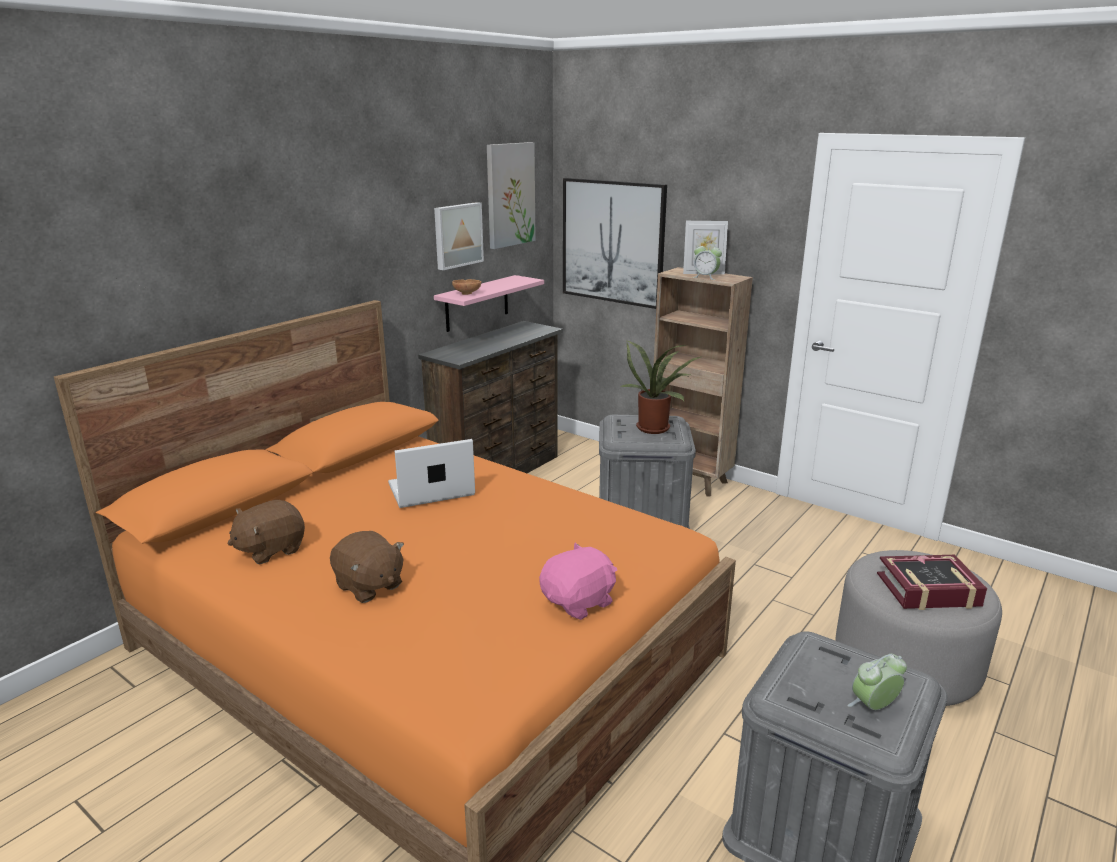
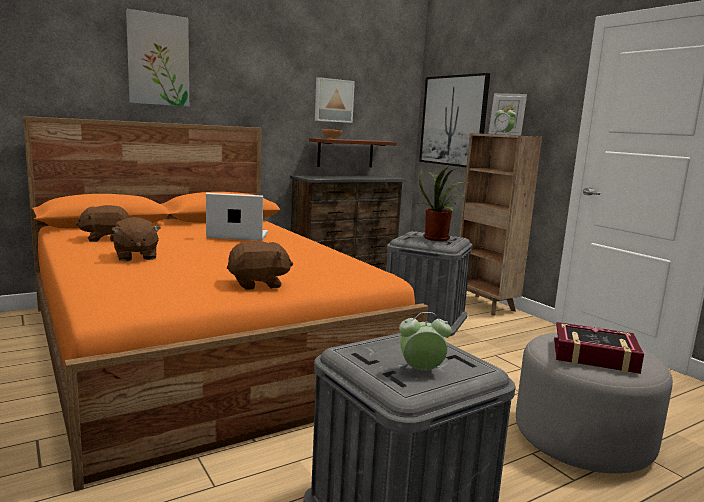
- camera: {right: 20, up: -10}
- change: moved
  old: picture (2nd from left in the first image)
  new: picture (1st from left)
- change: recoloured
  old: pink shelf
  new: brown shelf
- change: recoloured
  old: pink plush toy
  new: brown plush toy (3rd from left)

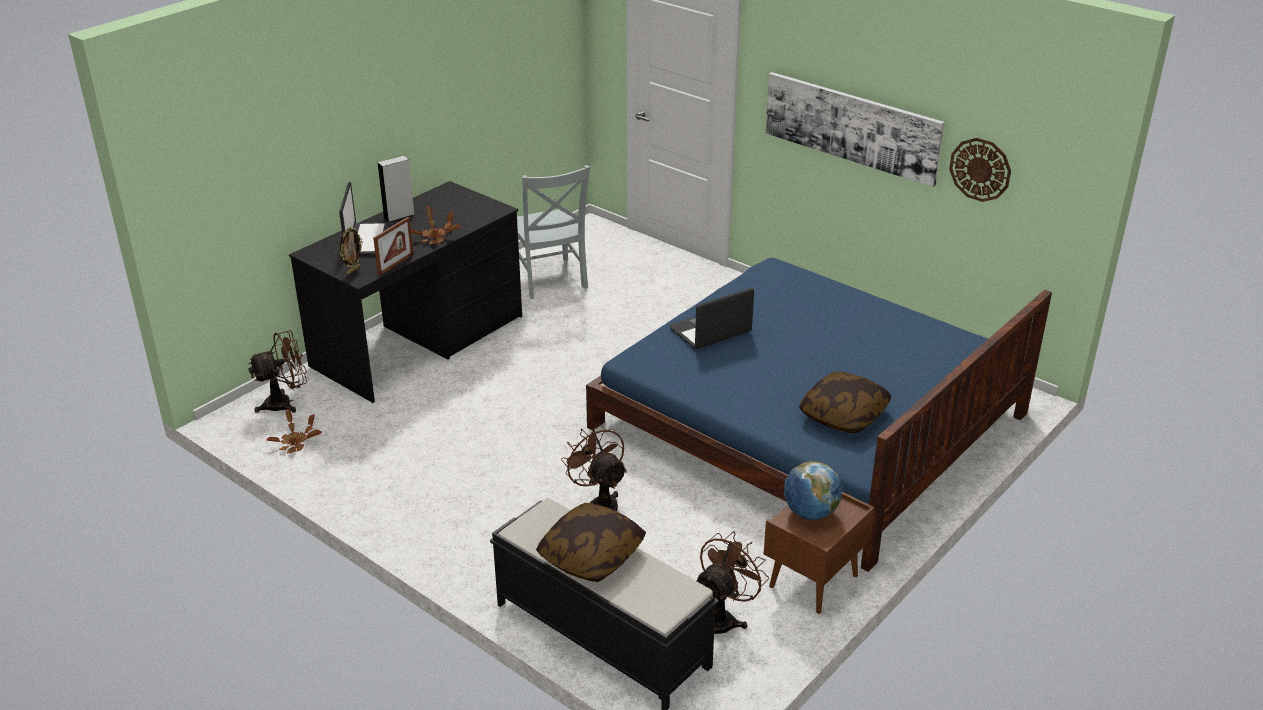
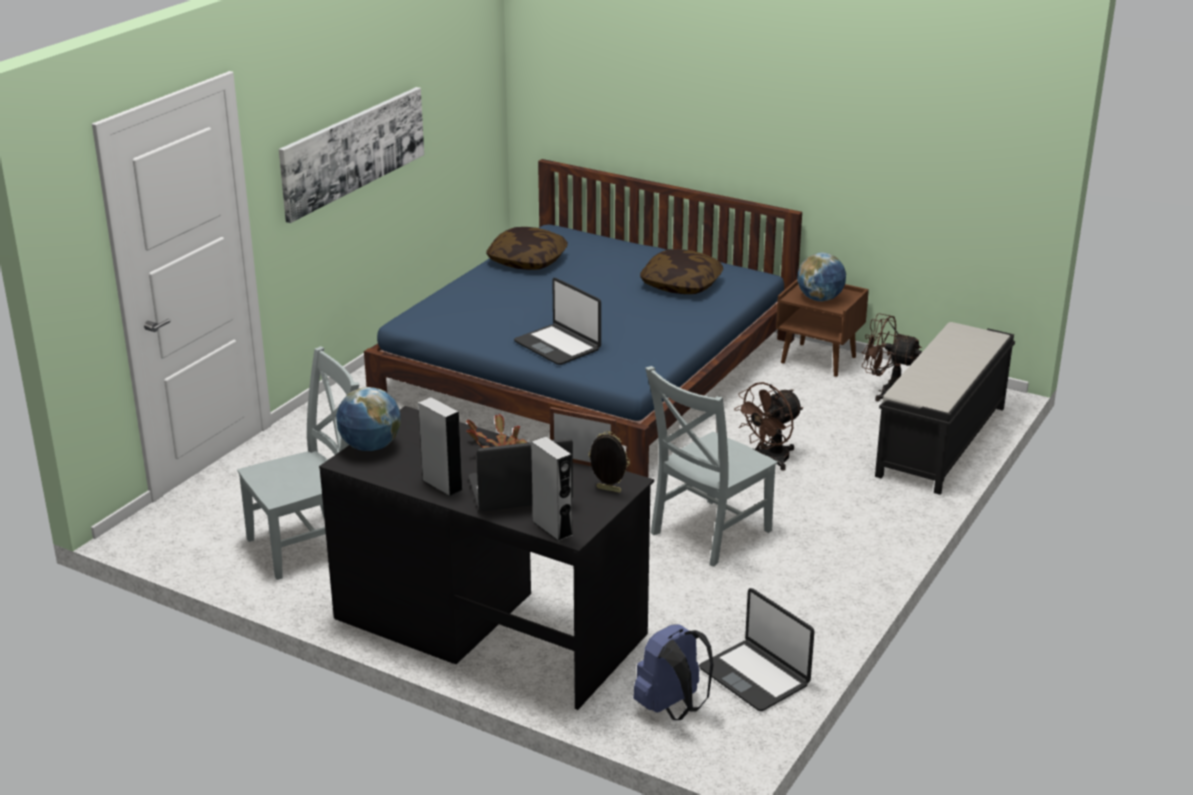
- camera: {right: -100, up: -5}
- change: removed
  old: wall clock
- change: added
  new: globe (1st from left)
- change: added
  new: grey speaker (2nd from left)
- change: added
  new: grey chair (2nd from left)
- change: moved
  old: pillow (1st from left)
- change: replaced
  old: brown fan (1st from left)
  new: blue backpack
- change: replaced
  old: potted plant (1st from left)
  new: laptop (3rd from left)

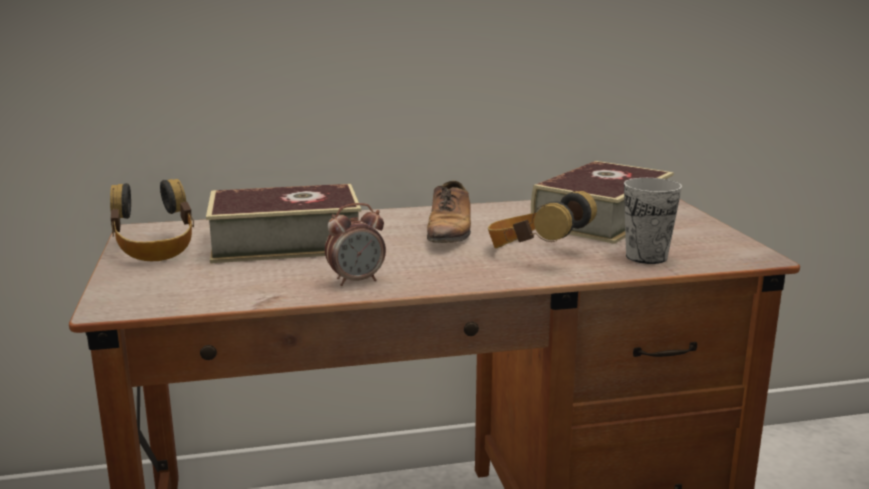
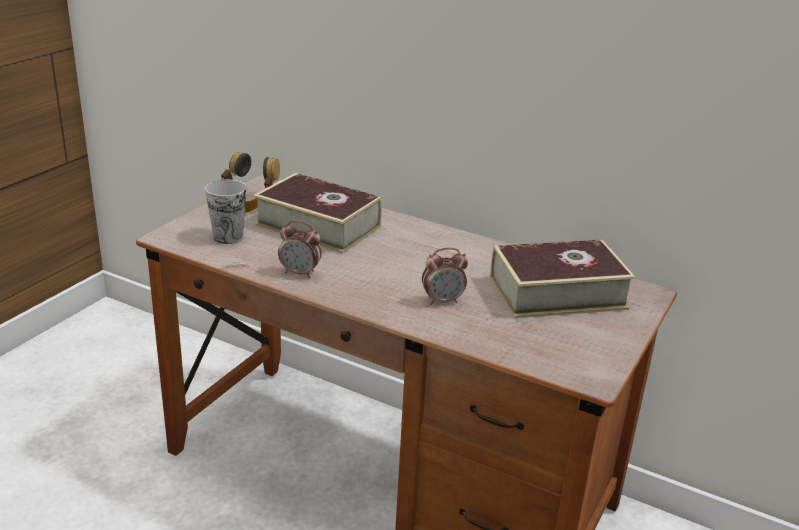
- camera: {right: 40, up: 10}
- change: removed
  old: shoe
- change: moved
  old: cup
- change: replaced
  old: headphones (2nd from left)
  new: alarm clock (2nd from left)

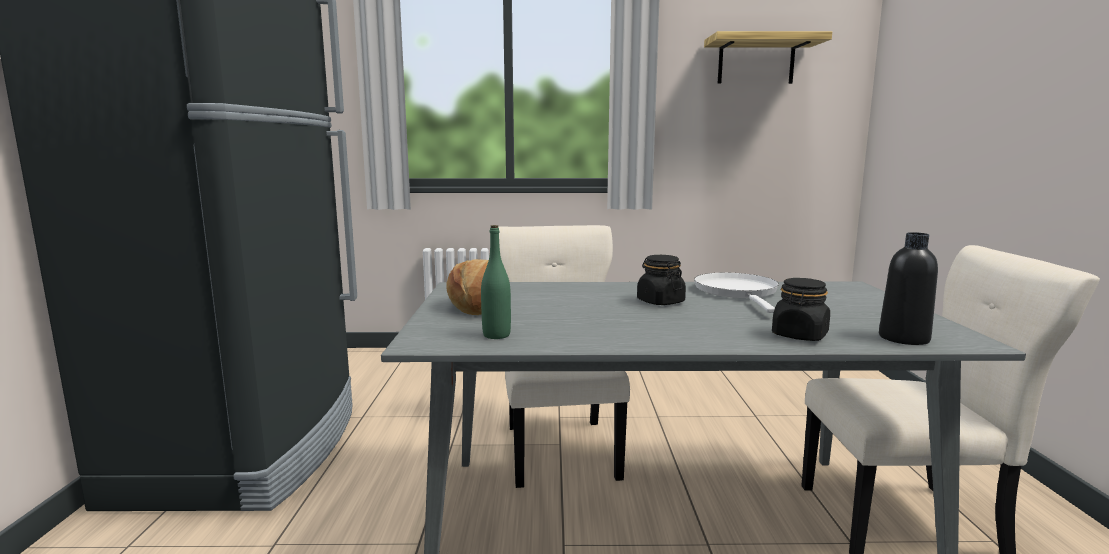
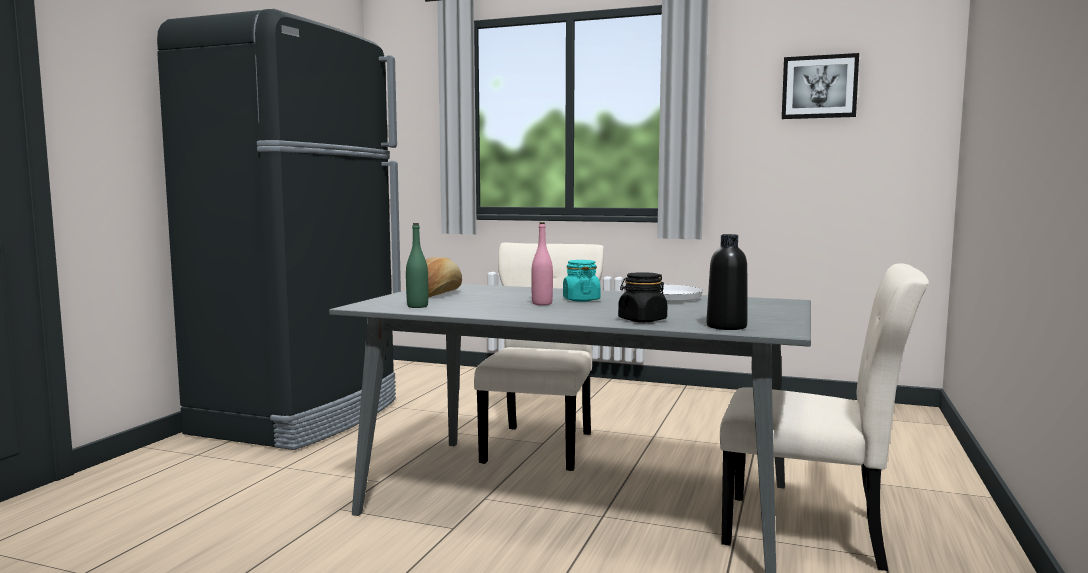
- camera: {right: 20, up: -5}
- change: added
  new: pink bottle
- change: replaced
  old: shelf
  new: picture
- change: recoloured
  old: black jar (1st from left)
  new: turquoise jar

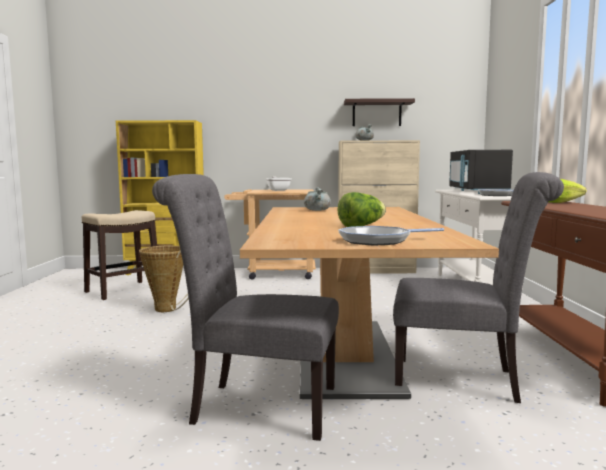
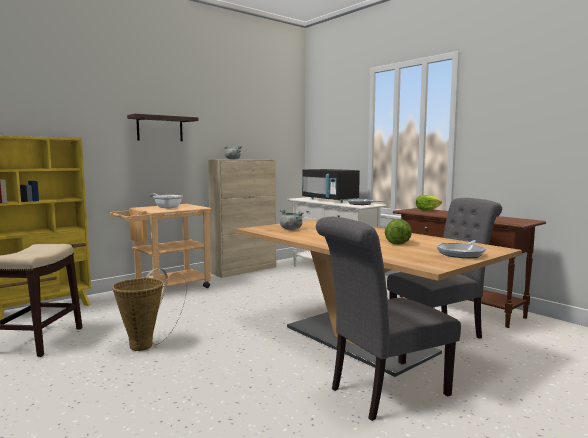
- camera: {right: -40, up: 0}
- change: moved
  old: shelf

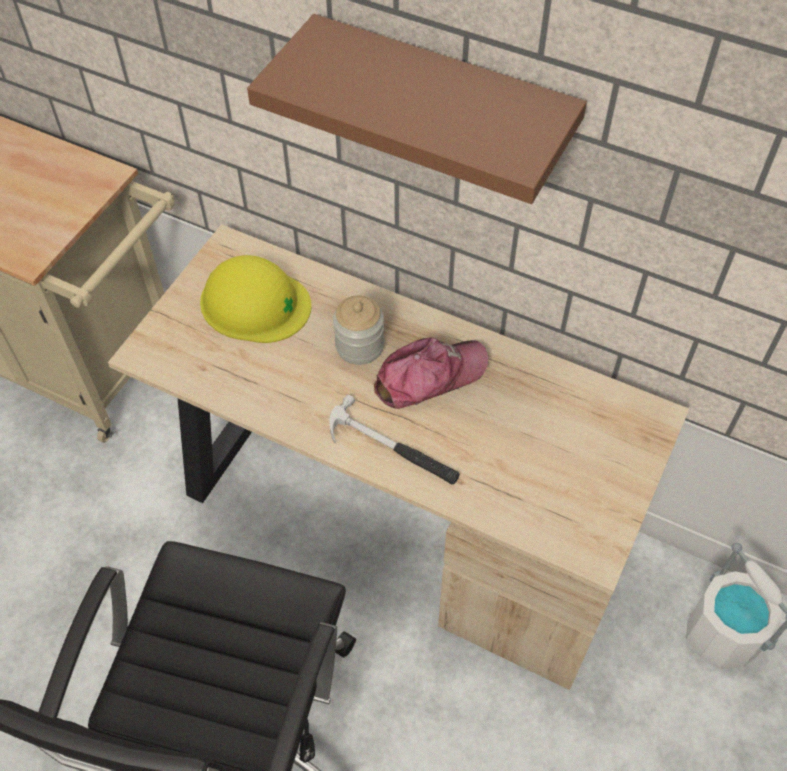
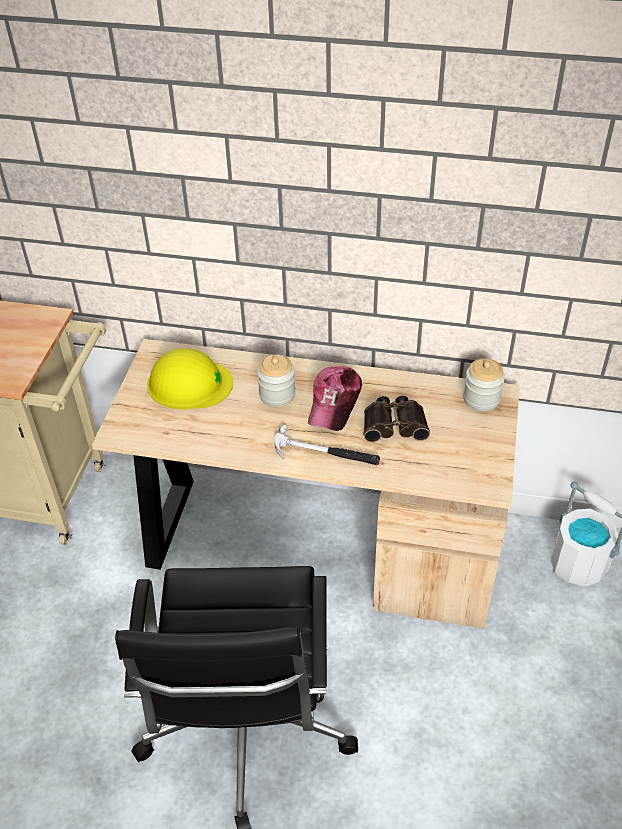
- camera: {right: -15, up: -10}
- change: removed
  old: brown shelf
- change: added
  new: binoculars
- change: added
  new: jar (2nd from left)
- change: turned
  old: cap
  degrees: 150

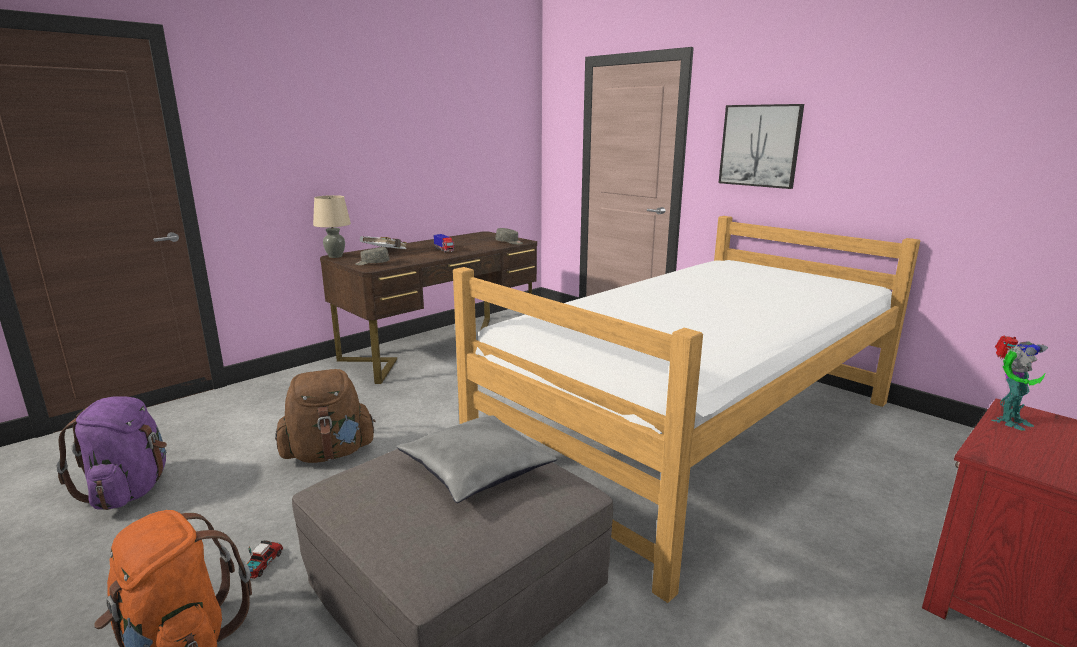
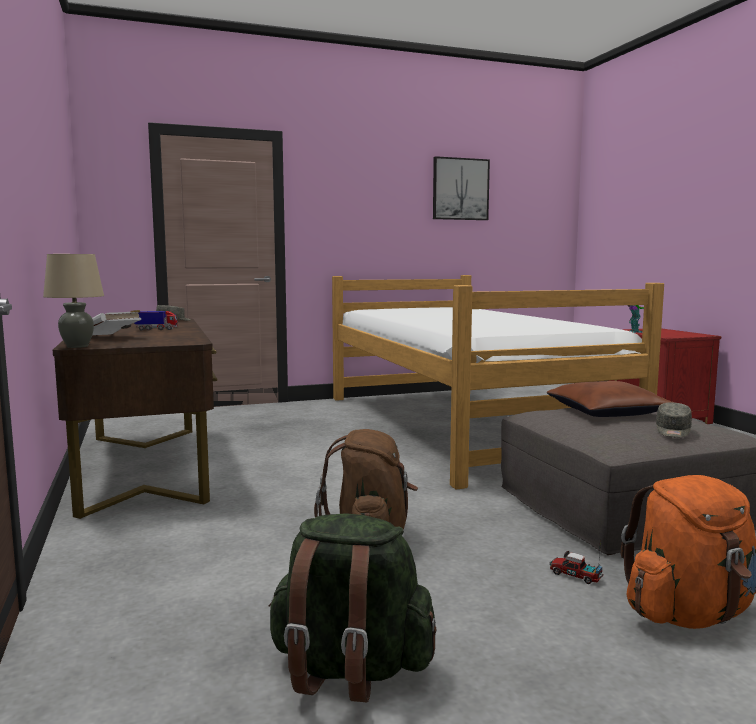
- camera: {right: -65, up: -10}
- change: moved
  old: grey cap (1st from left in the first image)
  new: grey cap (2nd from left)
- change: moved
  old: picture
- change: recoloured
  old: purple backpack
  new: green backpack
- change: recoloured
  old: grey pillow
  new: brown pillow

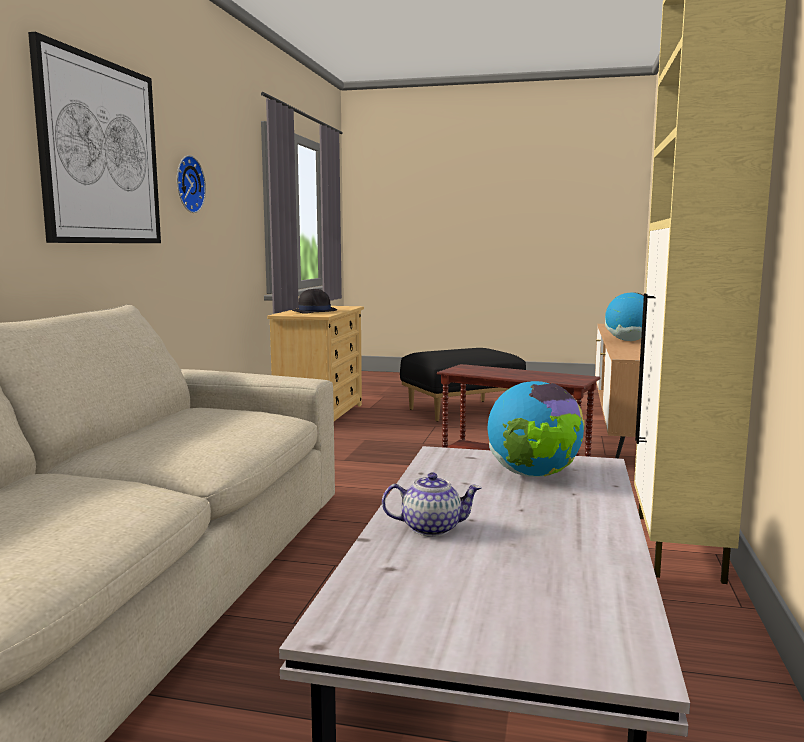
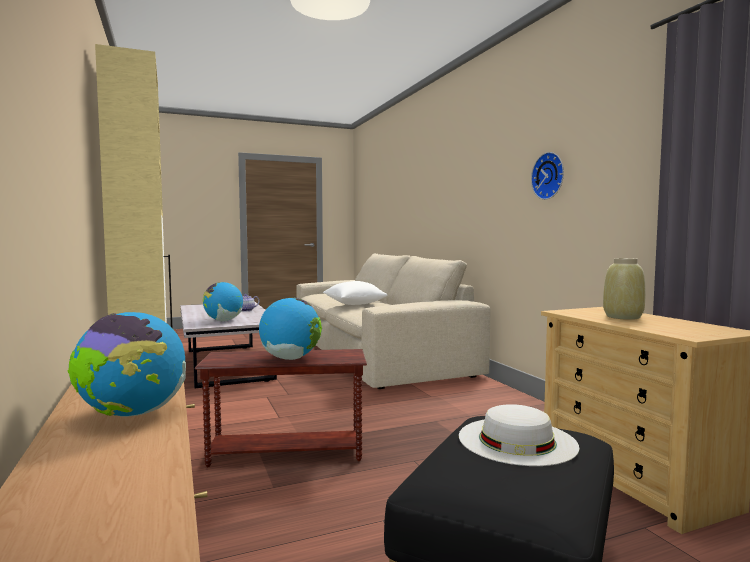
- camera: {right: 145, up: -5}
- change: removed
  old: picture
- change: added
  new: globe (3rd from left)
- change: added
  new: white pillow
- change: added
  new: white hat
- change: replaced
  old: black hat
  new: beige vase

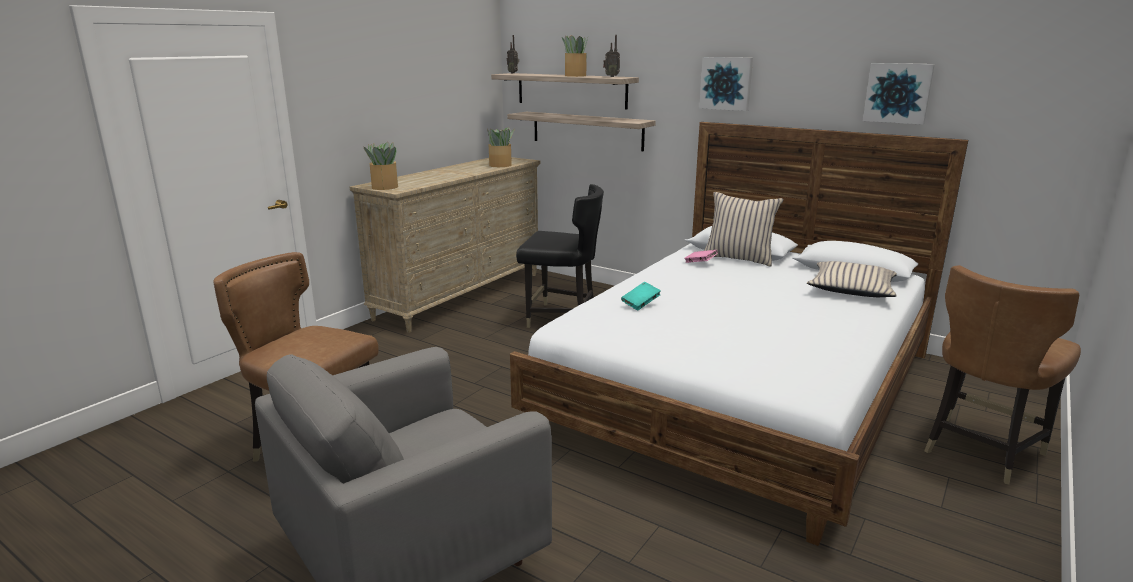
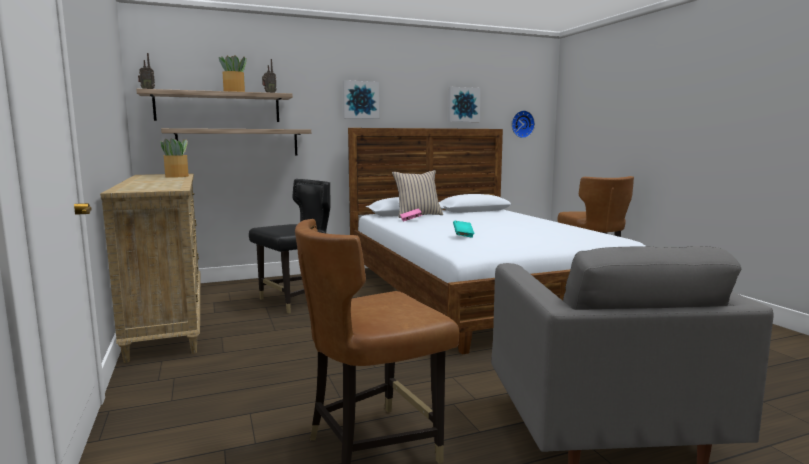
- camera: {right: -55, up: -10}
- change: removed
  old: potted plant (1st from left)
- change: removed
  old: beige pillow (2nd from left)
- change: added
  new: wall clock

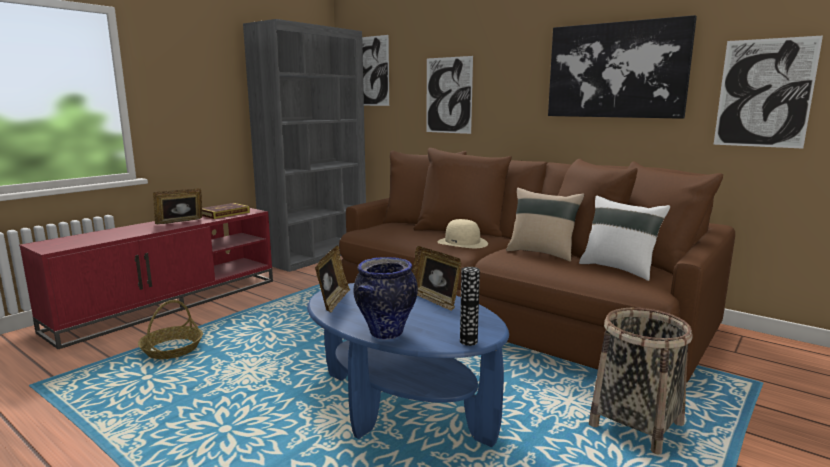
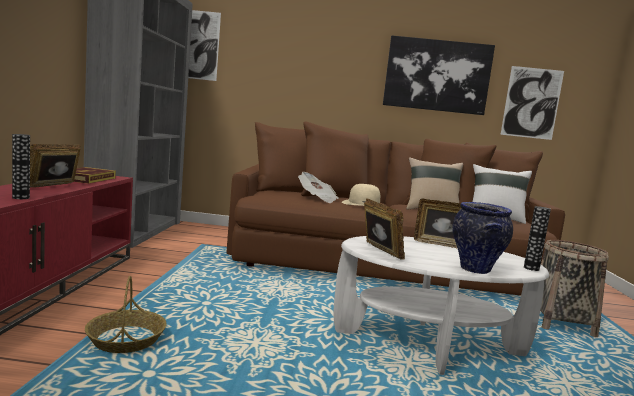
- camera: {right: -35, up: -5}
- change: removed
  old: picture (2nd from left)
- change: added
  new: vase (1st from left)
- change: added
  new: newspaper
- change: recoloured
  old: blue coffee table
  new: white coffee table

